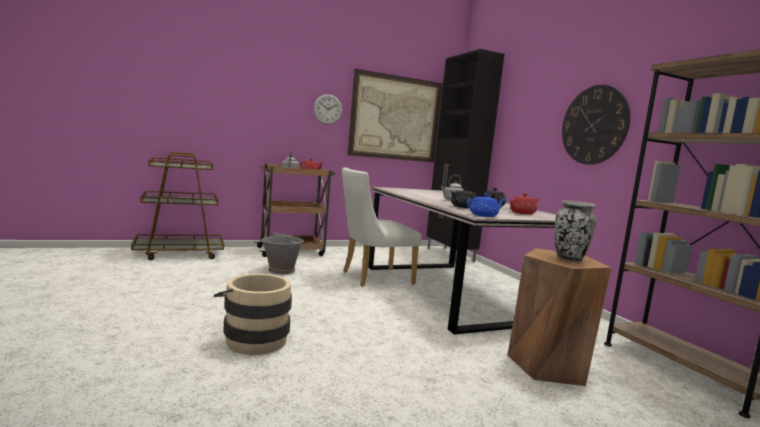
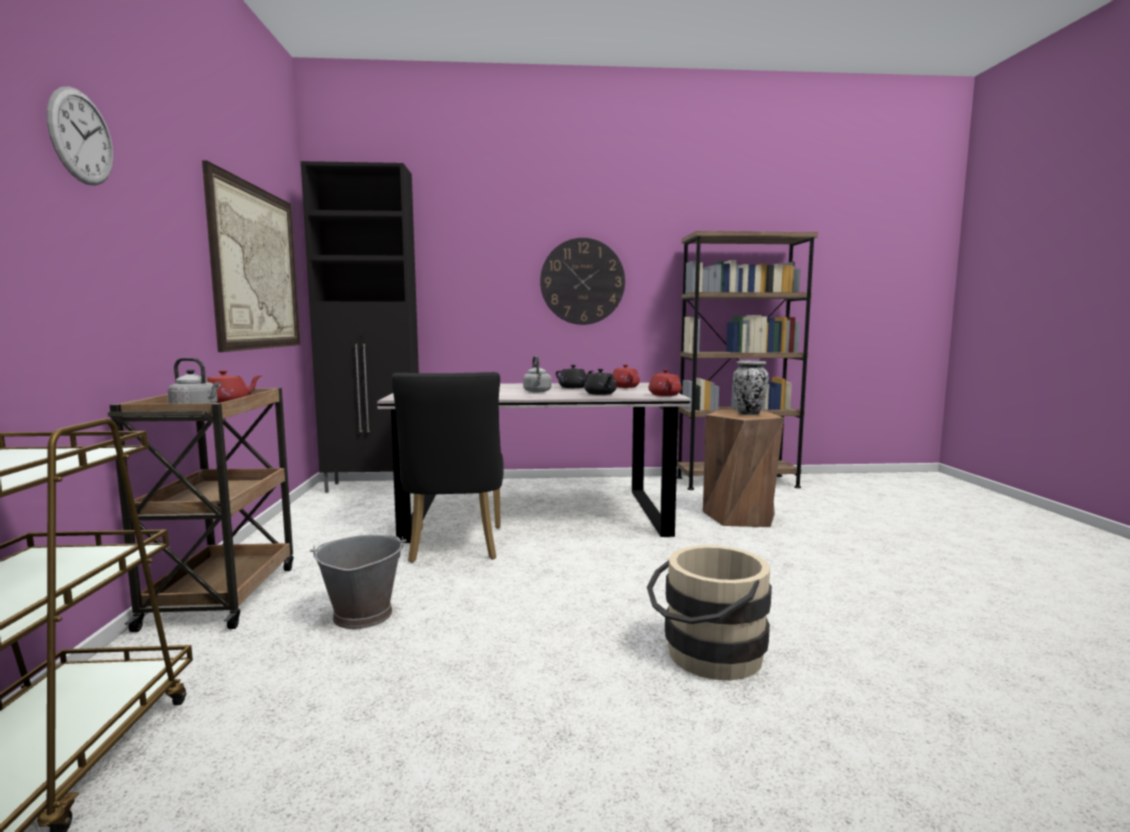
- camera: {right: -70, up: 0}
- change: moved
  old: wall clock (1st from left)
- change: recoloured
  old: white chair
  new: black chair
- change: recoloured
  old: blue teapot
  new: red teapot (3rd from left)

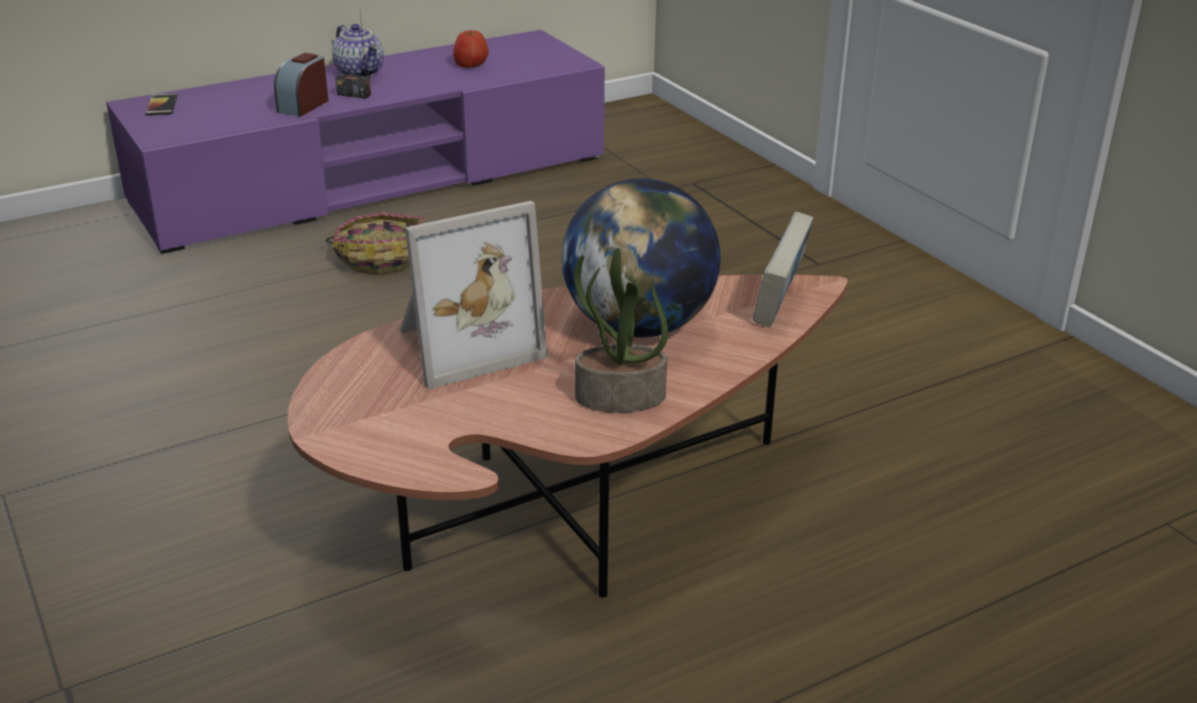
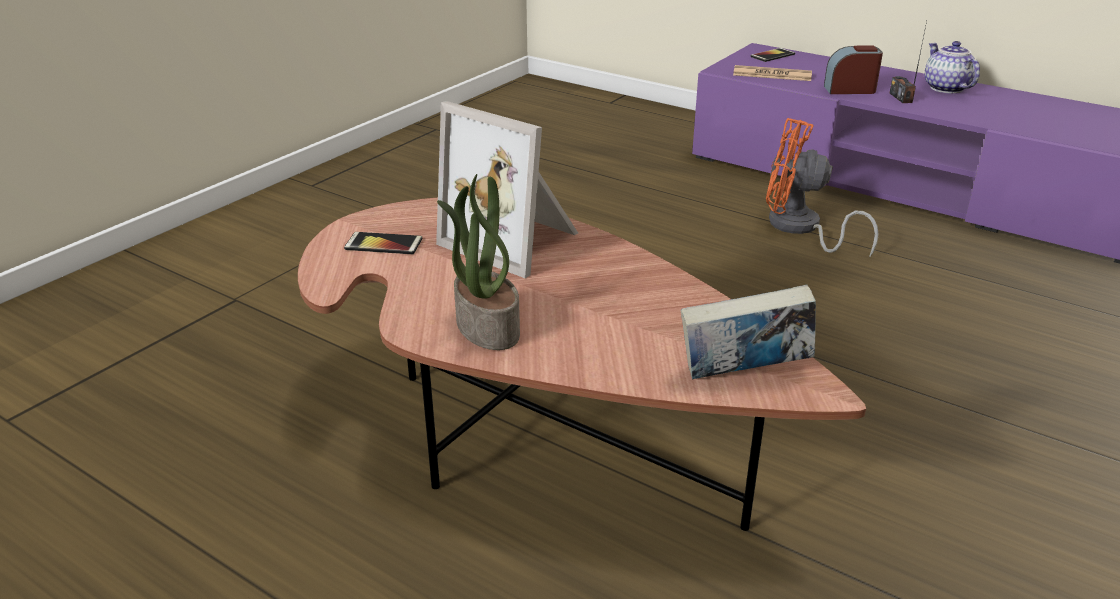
- camera: {right: 65, up: 0}
- change: removed
  old: apple
- change: removed
  old: globe
- change: added
  new: phone (1st from left)
- change: added
  new: newspaper
- change: replaced
  old: basket
  new: orange fan
- change: turned
  old: teapot
  degrees: 135

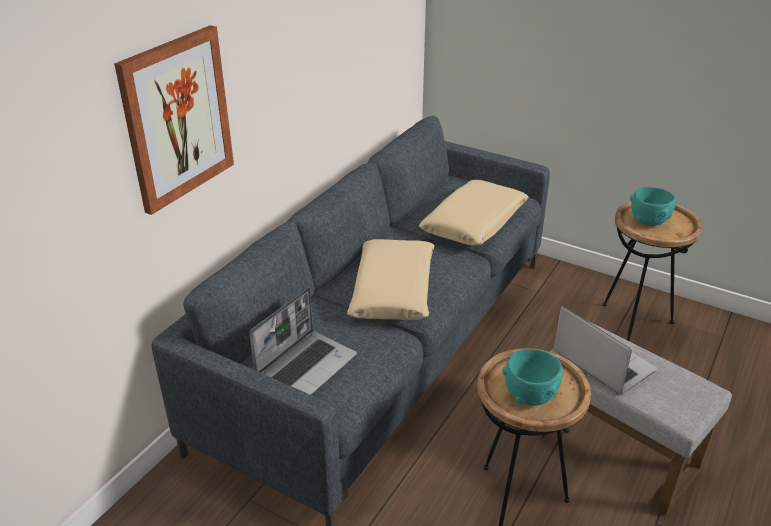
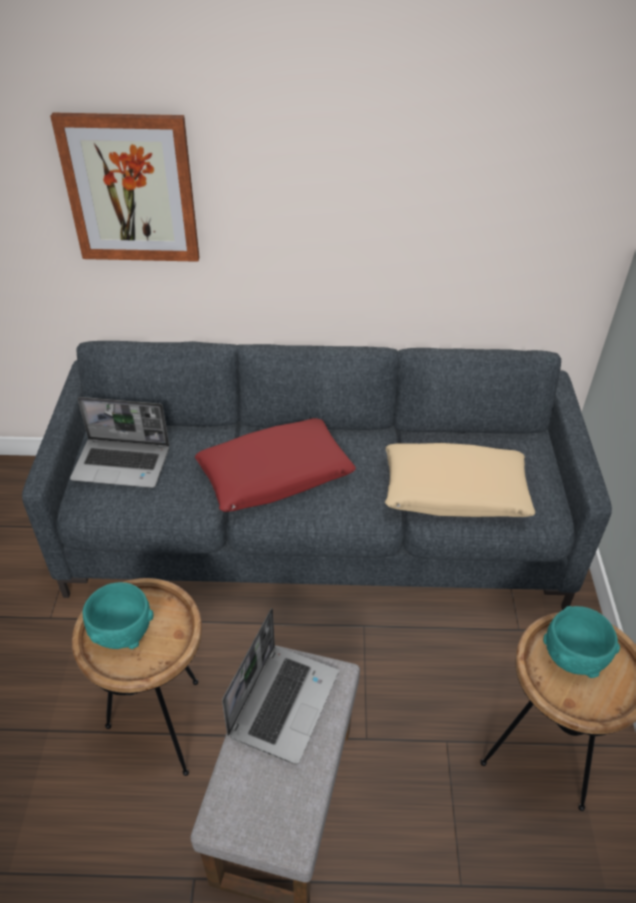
- camera: {right: 60, up: 10}
- change: recoloured
  old: beige pillow (1st from left)
  new: red pillow

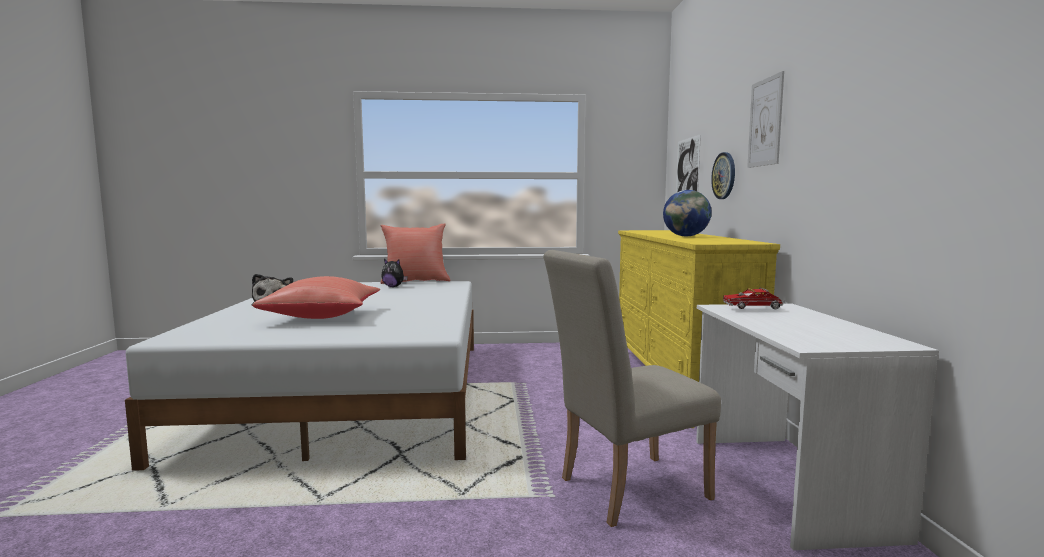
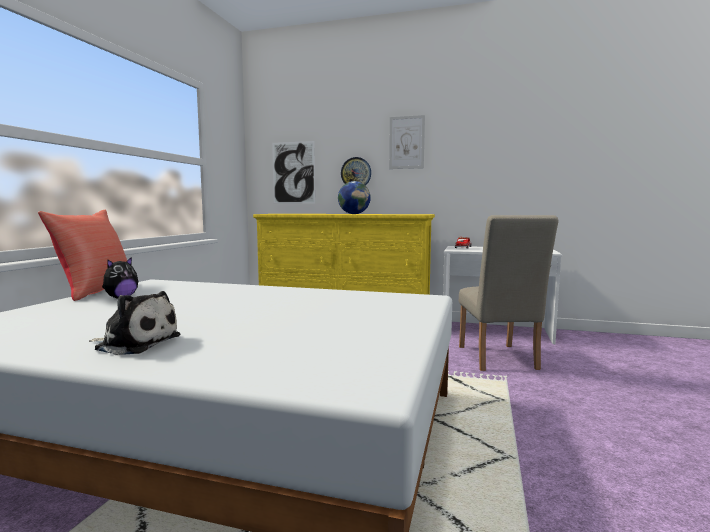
- camera: {right: -70, up: 0}
- change: removed
  old: red pillow (1st from left)

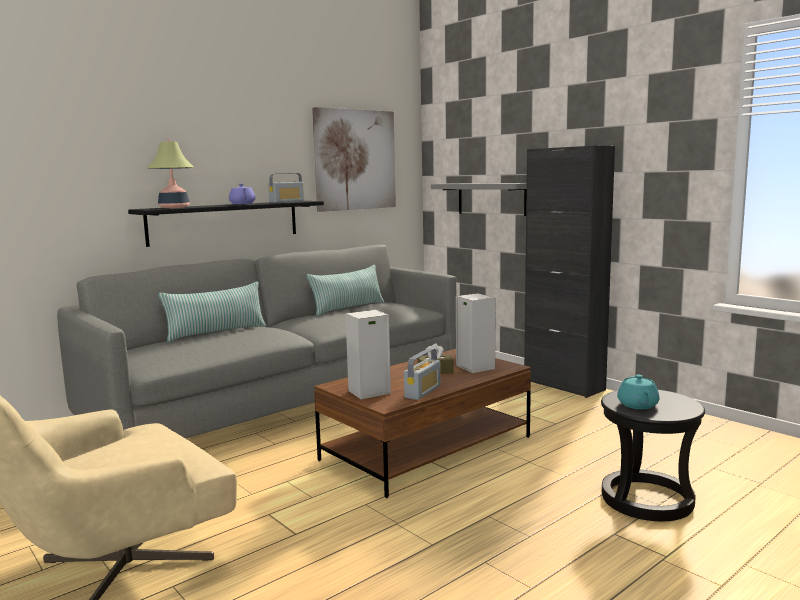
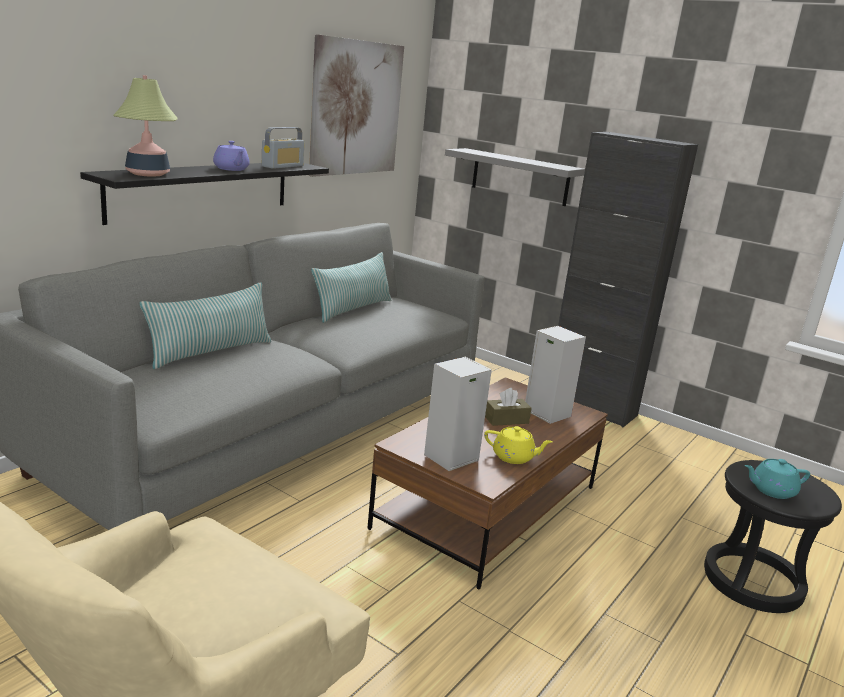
- camera: {right: -15, up: 10}
- change: replaced
  old: radio (2nd from left)
  new: yellow teapot
- change: turned
  old: turquoise teapot
  degrees: 90

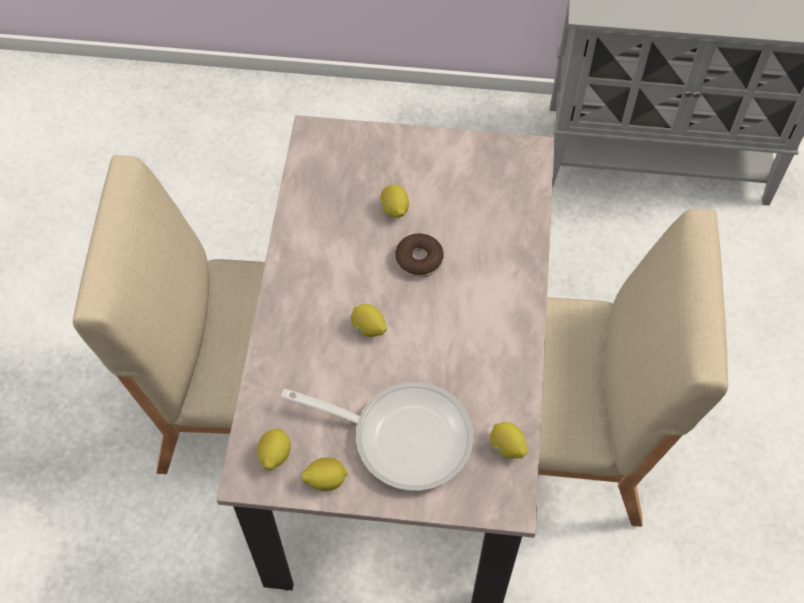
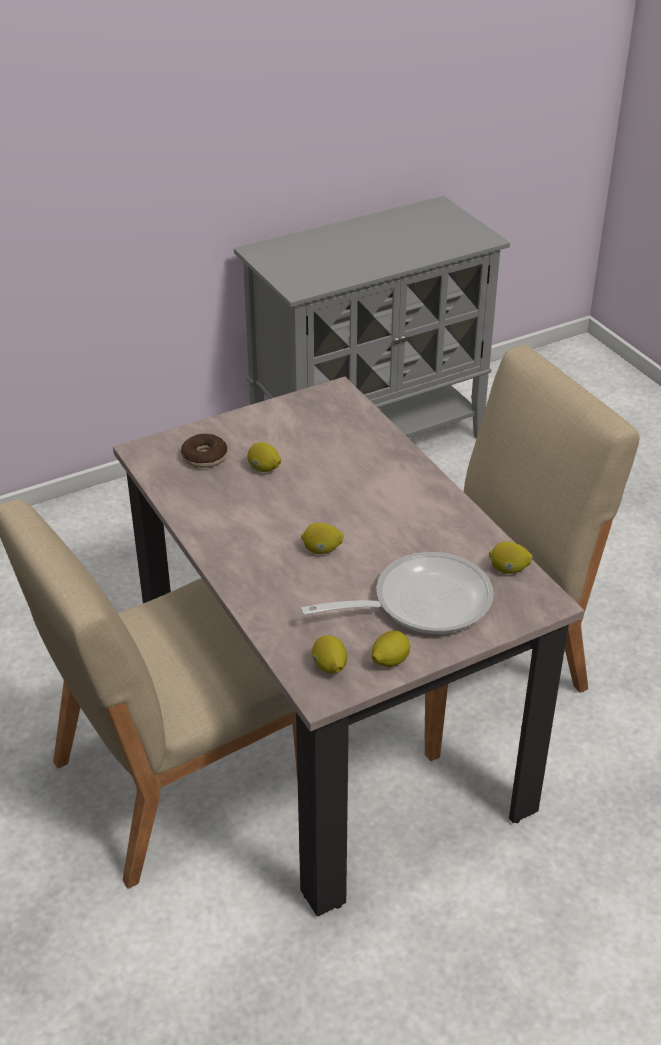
- camera: {right: -35, up: -20}
- change: moved
  old: donut

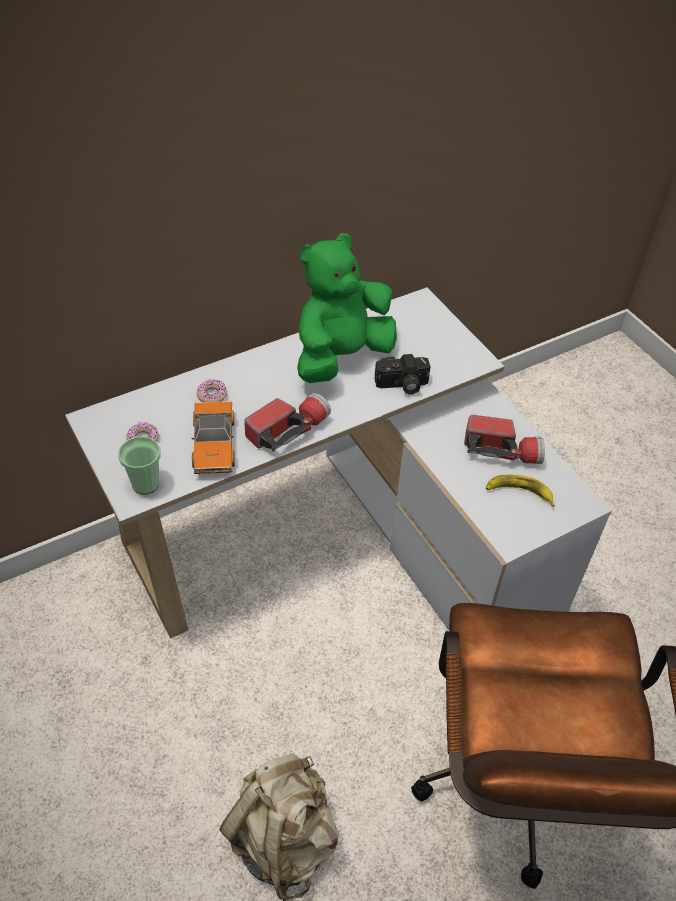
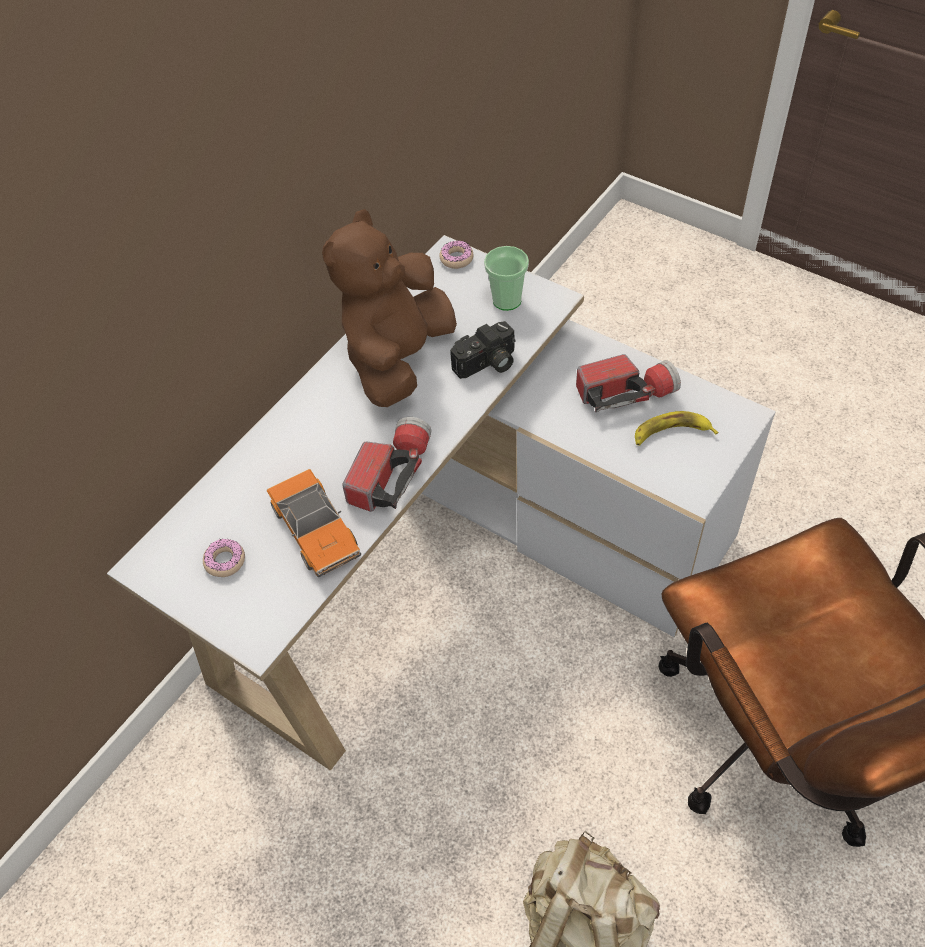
- camera: {right: -20, up: 5}
- change: moved
  old: cup
- change: moved
  old: donut (2nd from left)
- change: recoloured
  old: green plush toy
  new: brown plush toy

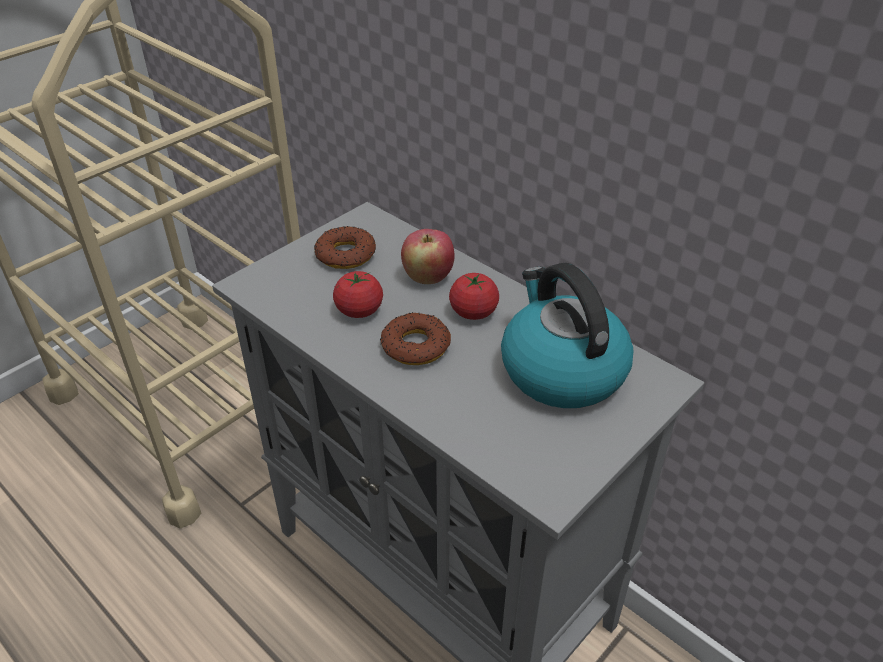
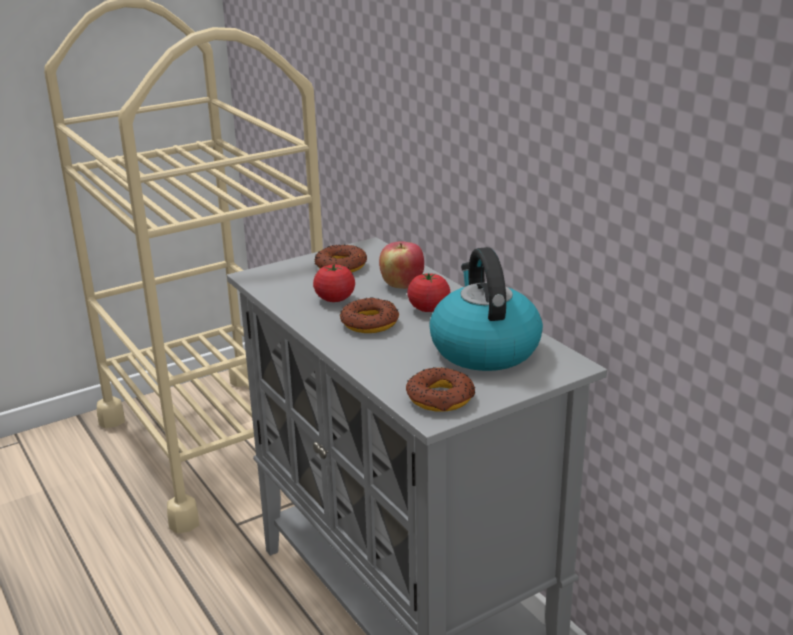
- camera: {right: 15, up: -15}
- change: added
  new: donut (3rd from left)

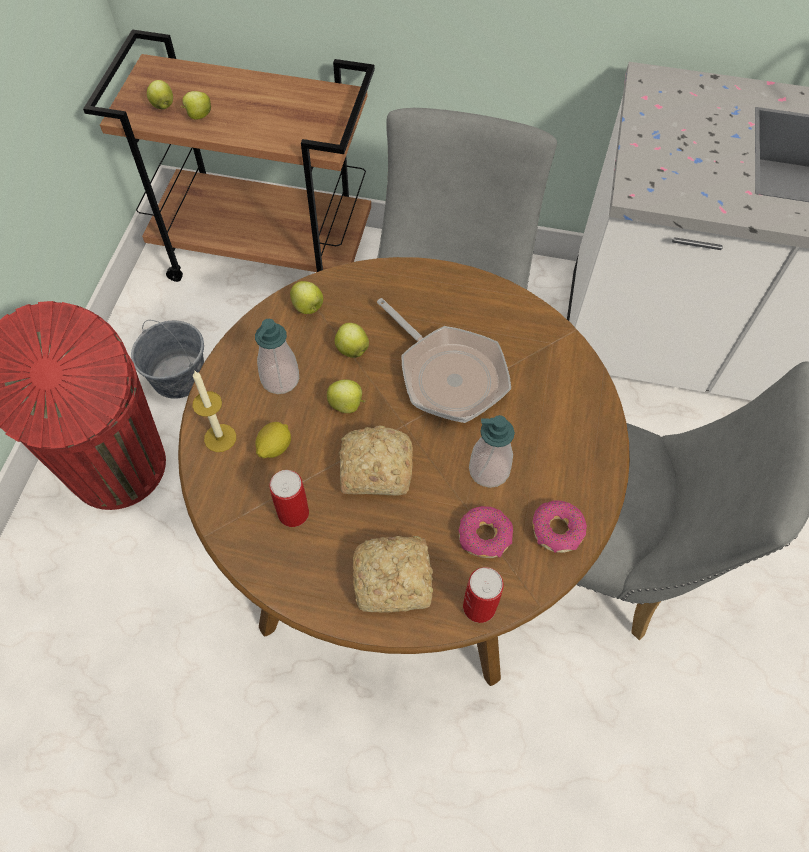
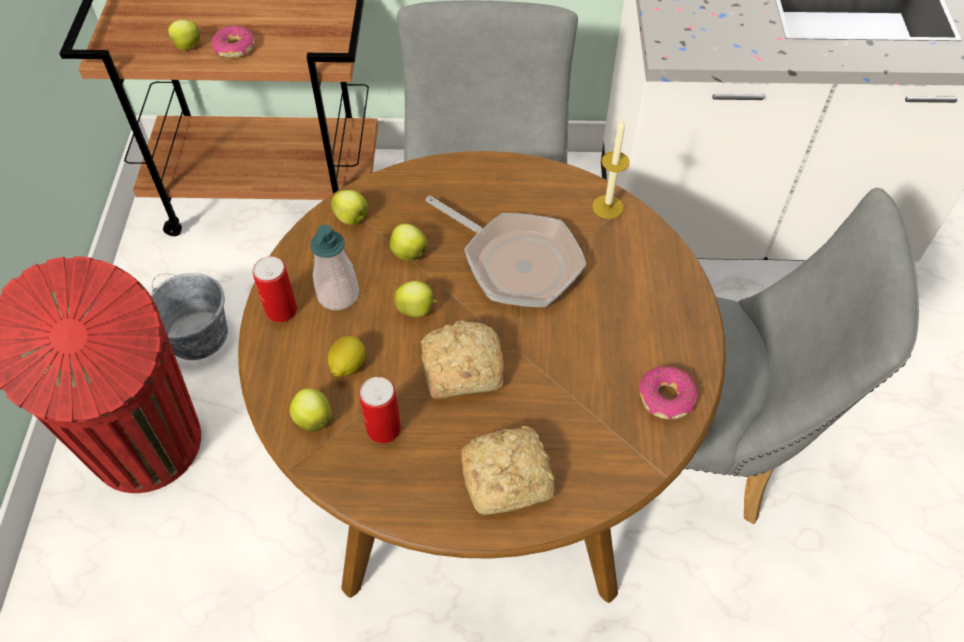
- camera: {right: -10, up: -5}
- change: removed
  old: soap dispenser (2nd from left)
- change: moved
  old: apple (1st from left in the first image)
  new: apple (2nd from left)
- change: moved
  old: candle
- change: moved
  old: donut (1st from left)
- change: moved
  old: can (2nd from left in the first image)
  new: can (1st from left)

